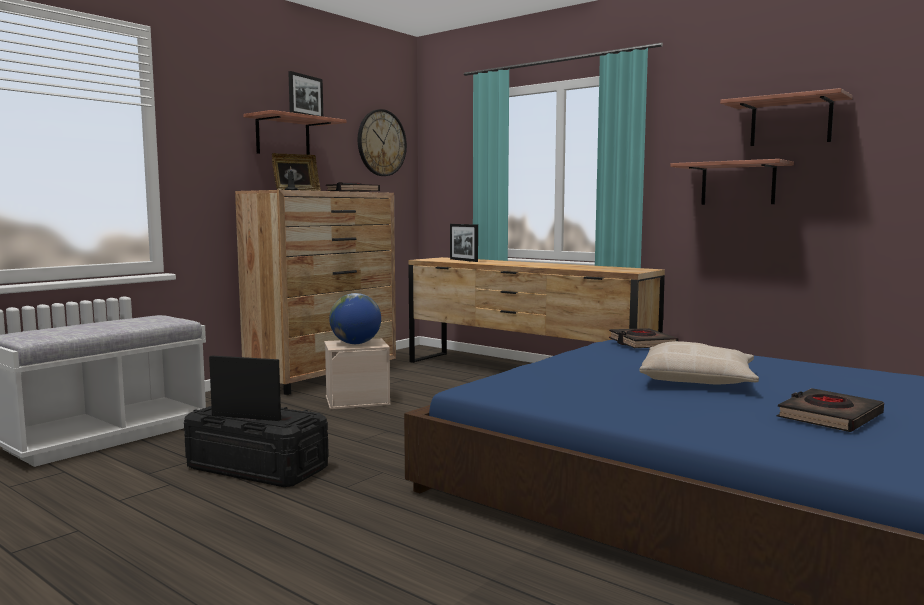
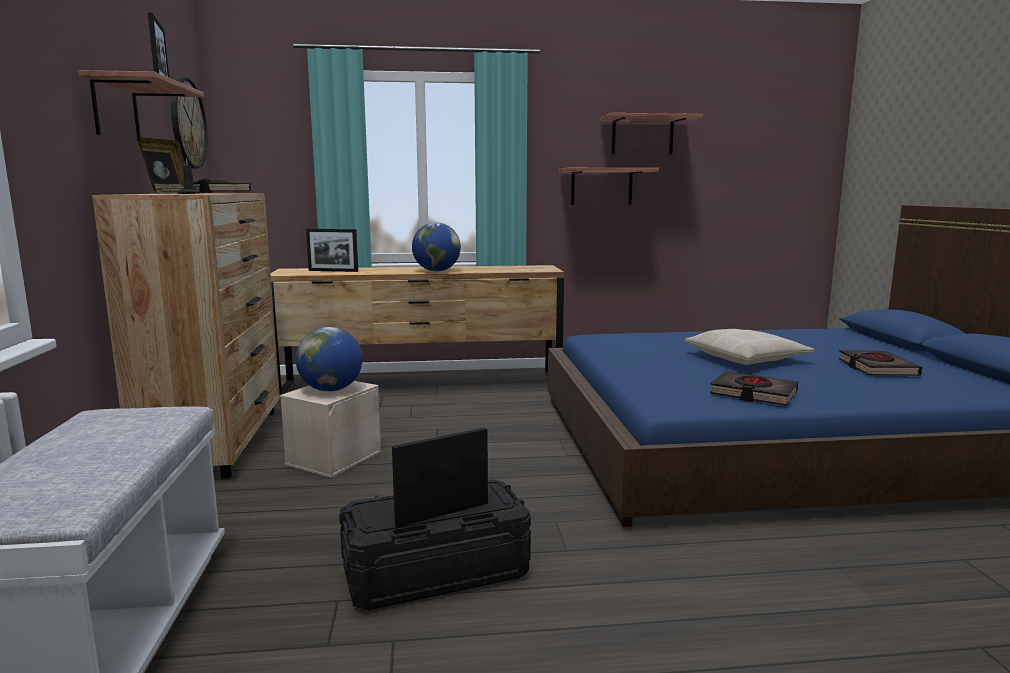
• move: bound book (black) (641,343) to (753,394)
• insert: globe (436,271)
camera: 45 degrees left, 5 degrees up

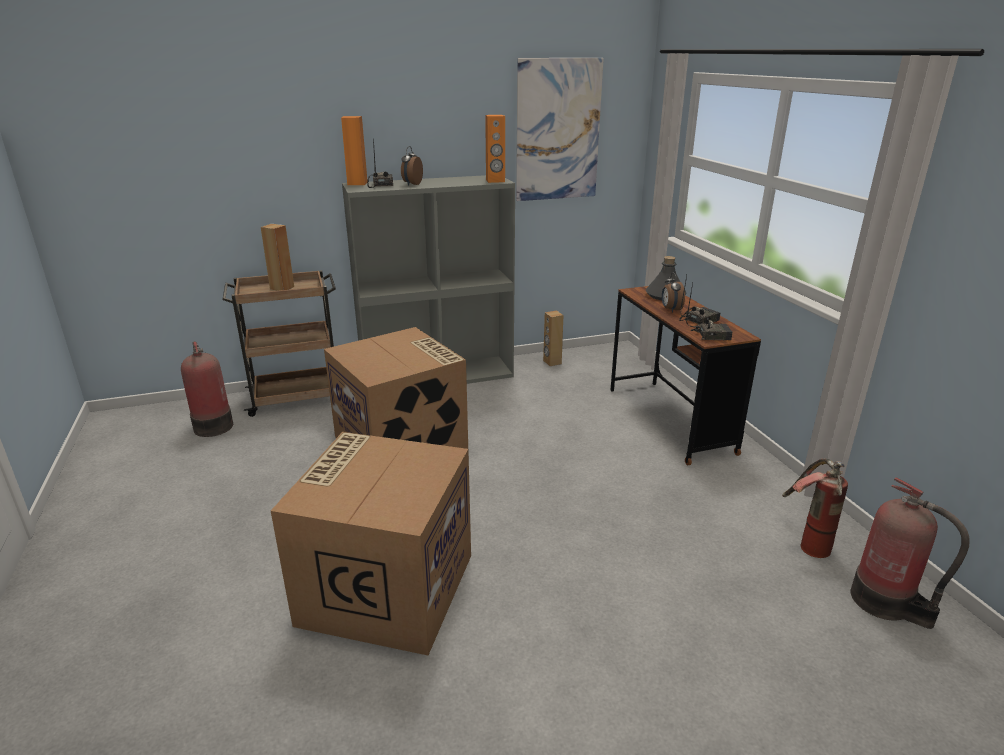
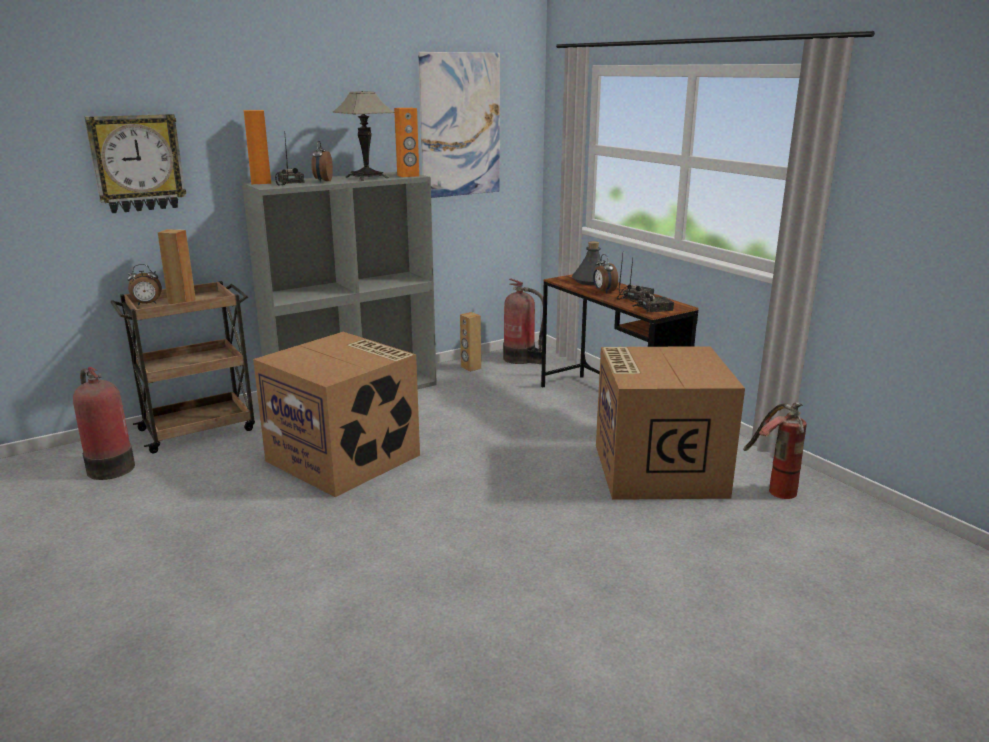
• move: carton (386,587) to (656,469)
• move: extinguisher (885,602) to (521,359)
• insert: tabletop lamp (367,177)
• insert: wall clock (137,163)
• insert: bedside clock (147,304)
camera: 15 degrees left, 5 degrees down

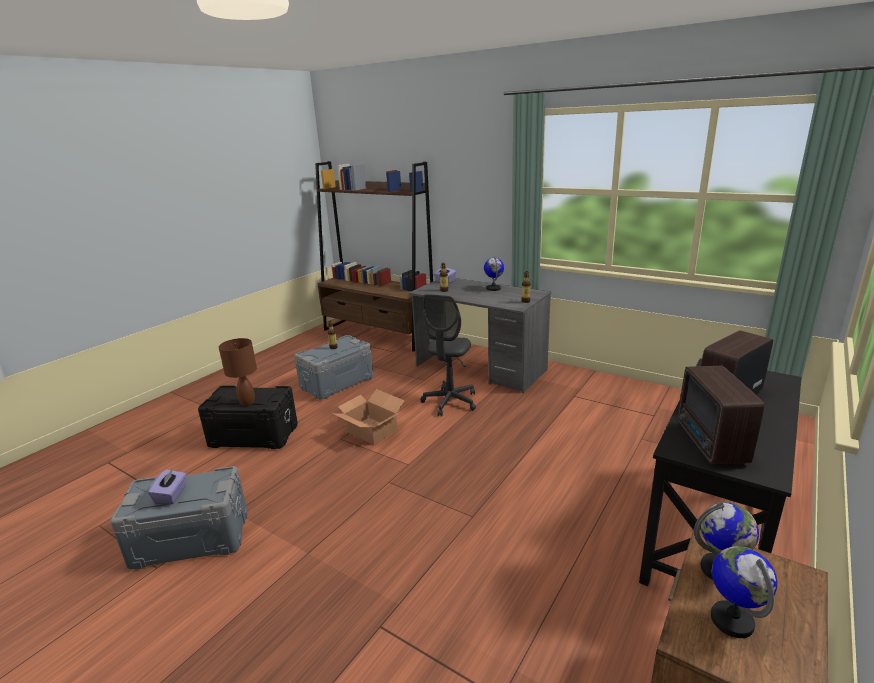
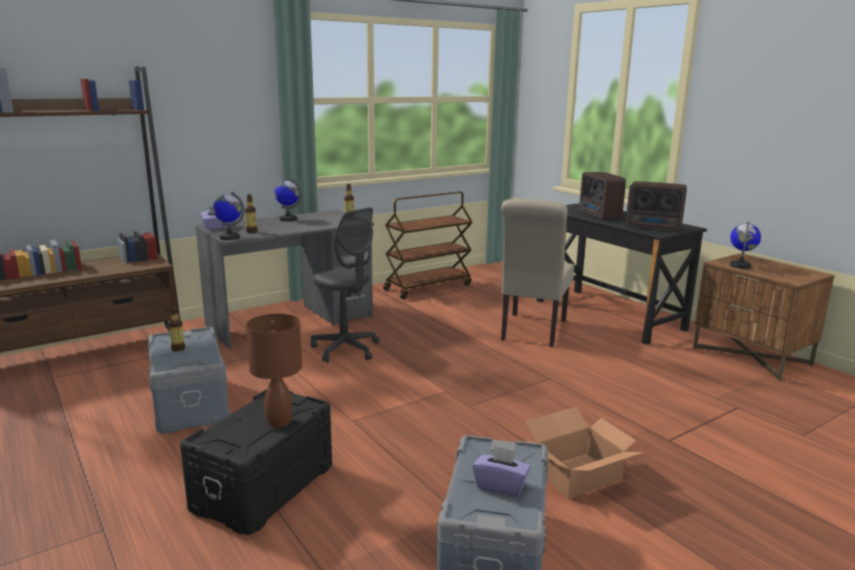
• move: carton (371,430) to (576,475)
• move: globe (732,620) to (229,237)
• insert: trolley (brown) (428,287)
• insert: plain chair (beige-coloured) (532,332)
camera: 70 degrees left, 5 degrees down

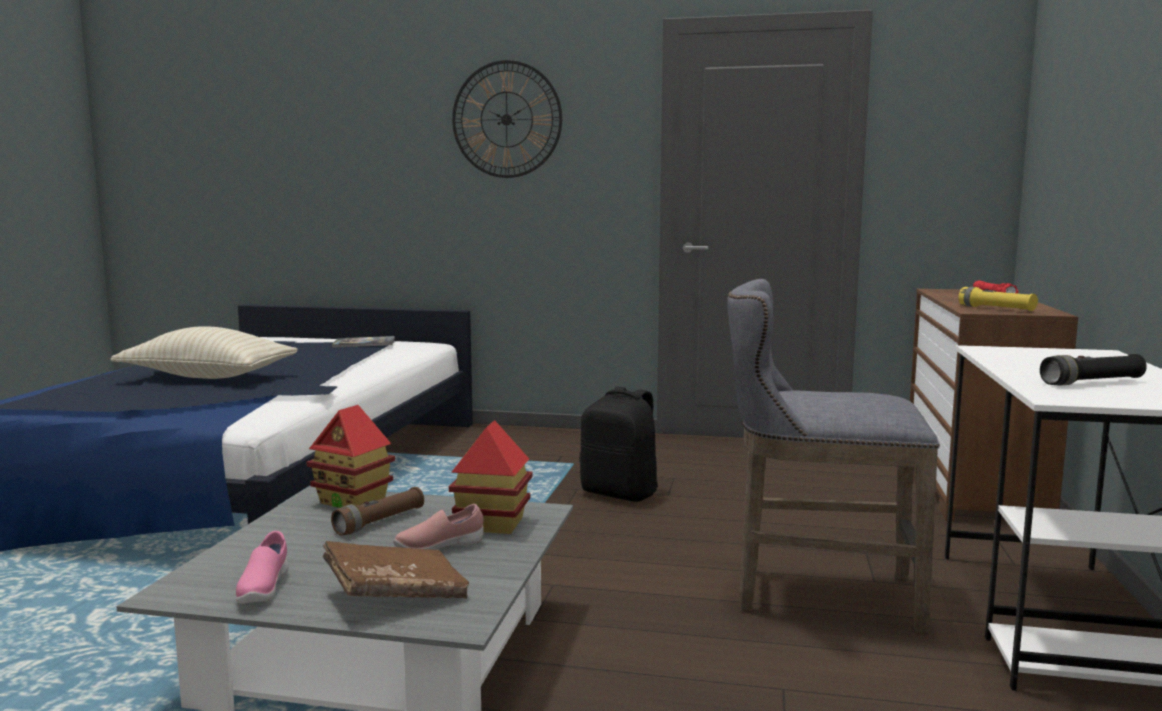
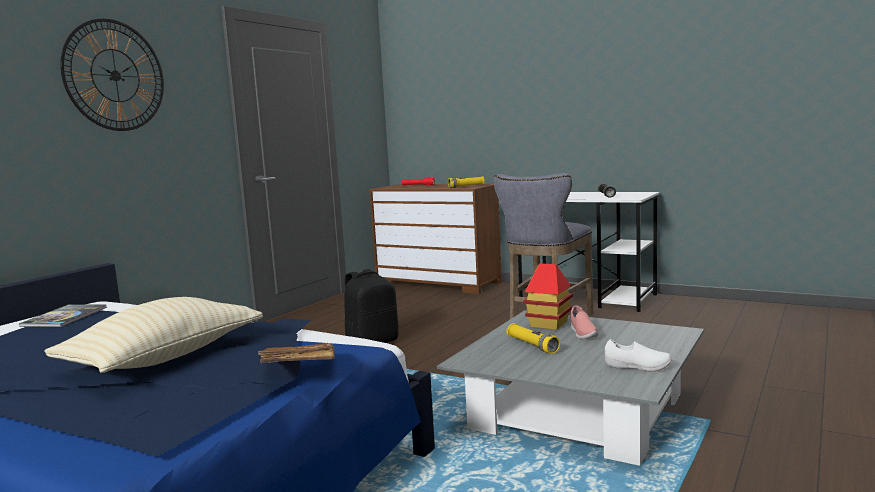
• delete: toy house (353,501)
• recolor: hand torch (brown) (380,522) to hand torch (yellowish) (532,346)
• recolor: shoe (pink-coloured) (263,589) to shoe (white) (637,367)
• move: bound book (brown) (396,593) to (299,370)
camera: 70 degrees left, 0 degrees up

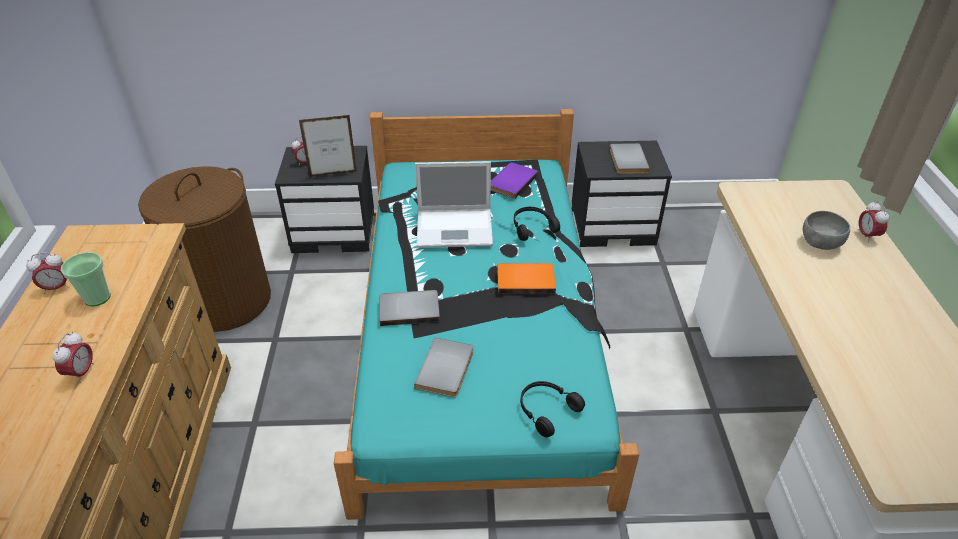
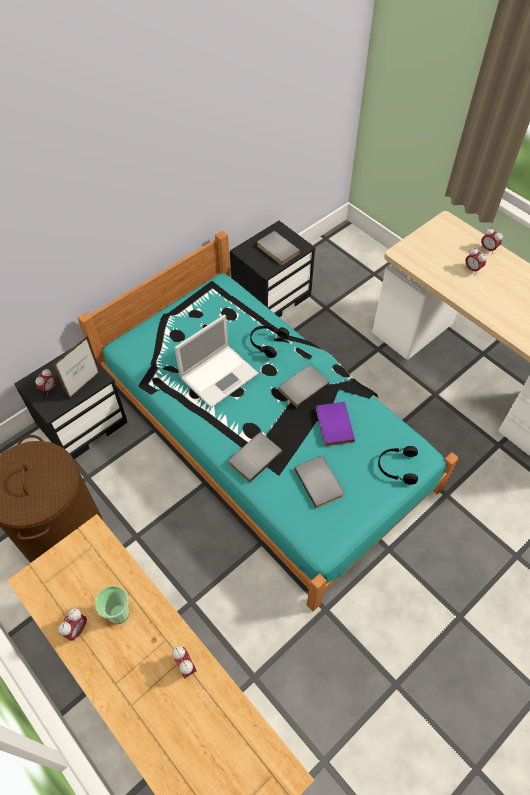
• move: bound book (purplish) (511,181) to (333,425)
• replace: bowl (grey) (820,243) to bedside clock (472,269)
• recolor: bound book (orange) (525,279) to bound book (grey) (302,386)
camera: 40 degrees left, 15 degrees up

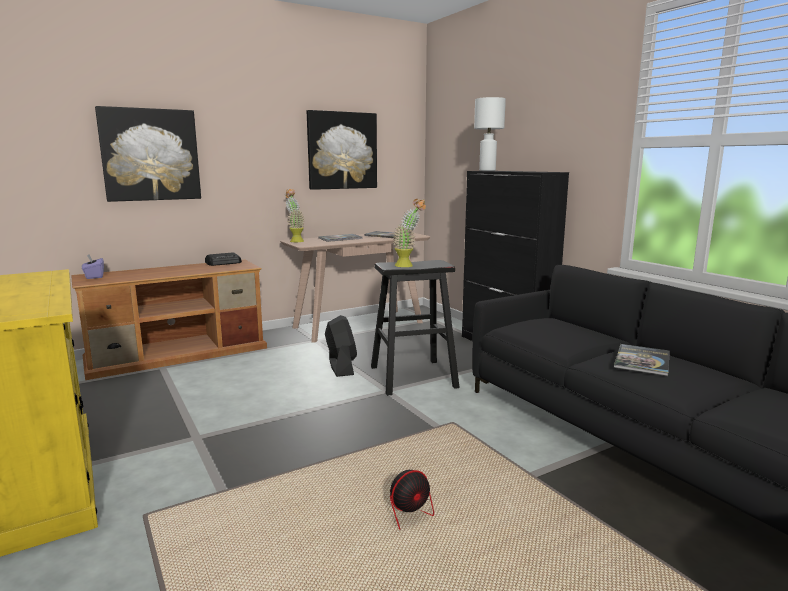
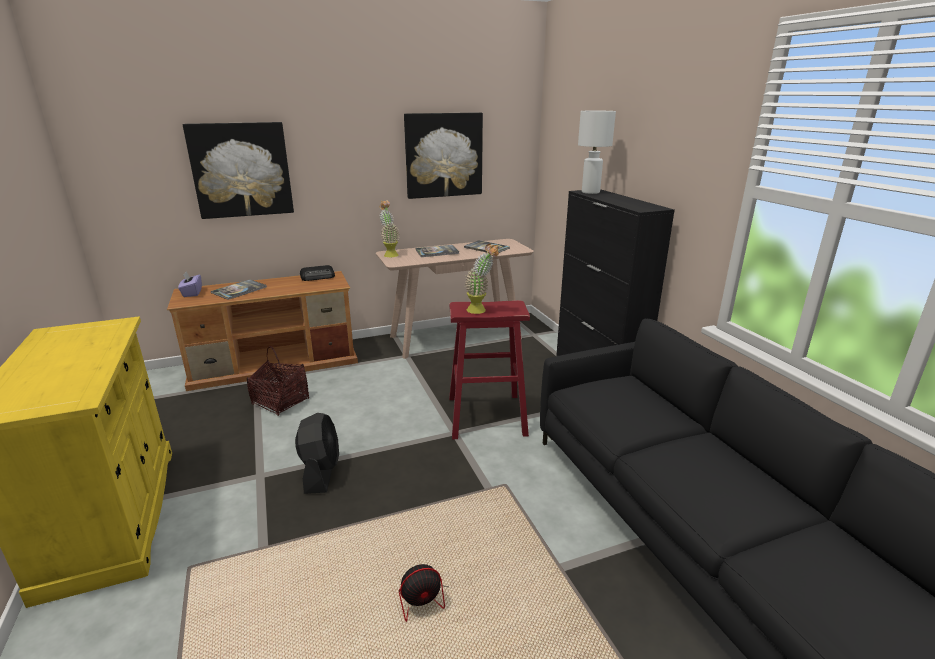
• recolor: sitting stool (black) (412,377) to sitting stool (red) (486,416)
• move: fan (black) (341,366) to (321,472)
• move: bound book (642,360) to (239,290)
• insert: storage basket (280,402)
camera: 10 degrees right, 10 degrees up

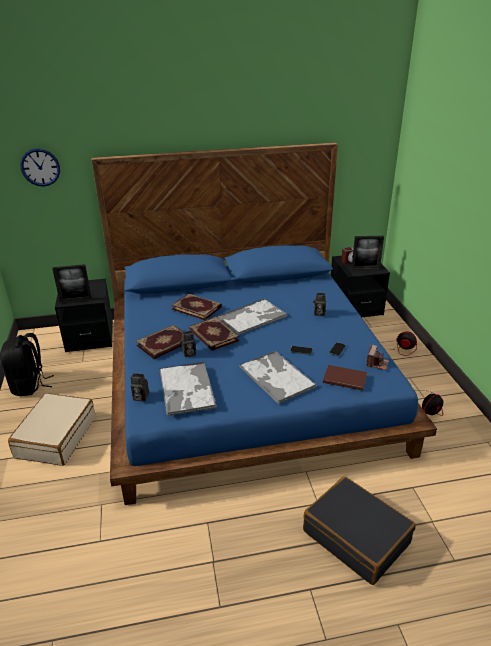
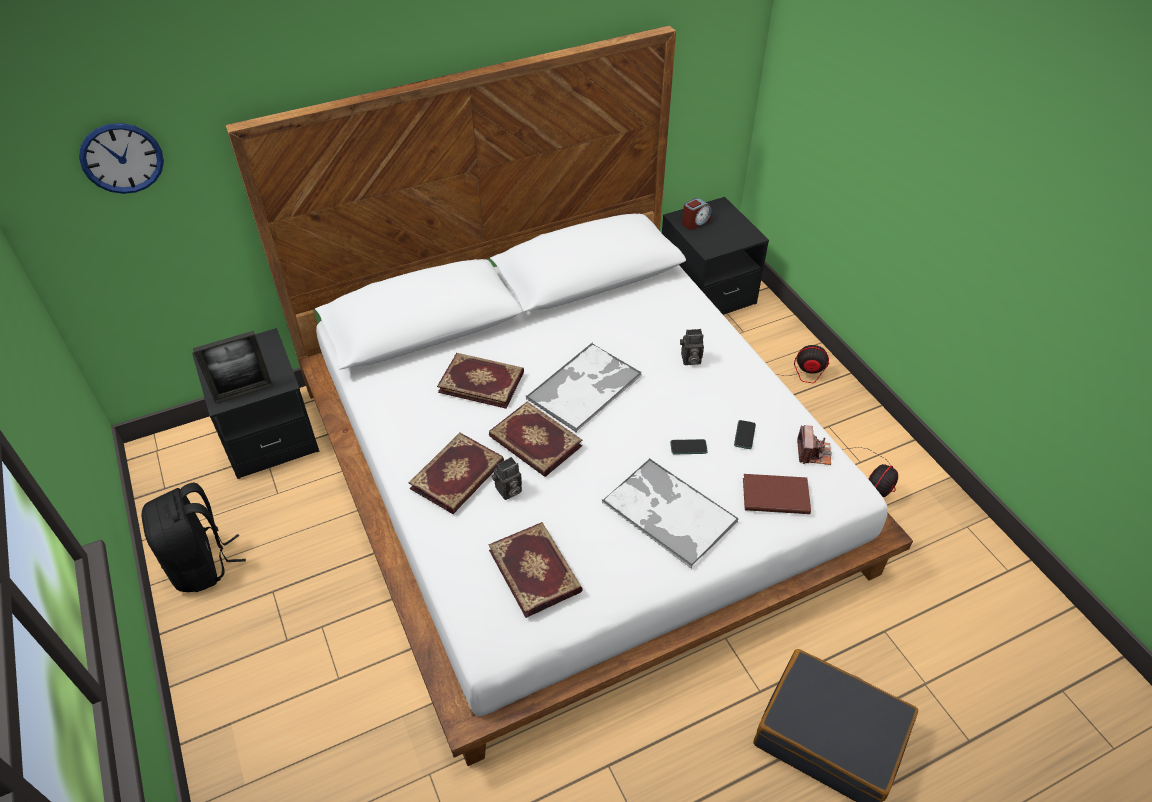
• recolor: sleeping bed (blue-coloured) (246,378) to sleeping bed (white) (575,475)
• delete: photo frame (365,268)
• replace: tray (187,389) to bound book (536,570)
• delete: still camera (140,397)
• delete: suitcase (beige-coloured) (56,437)
camera: 15 degrees left, 15 degrees up

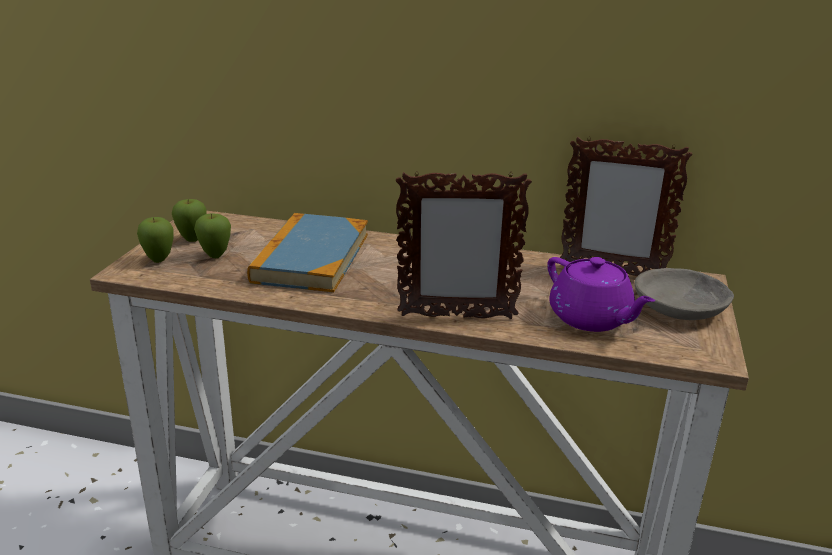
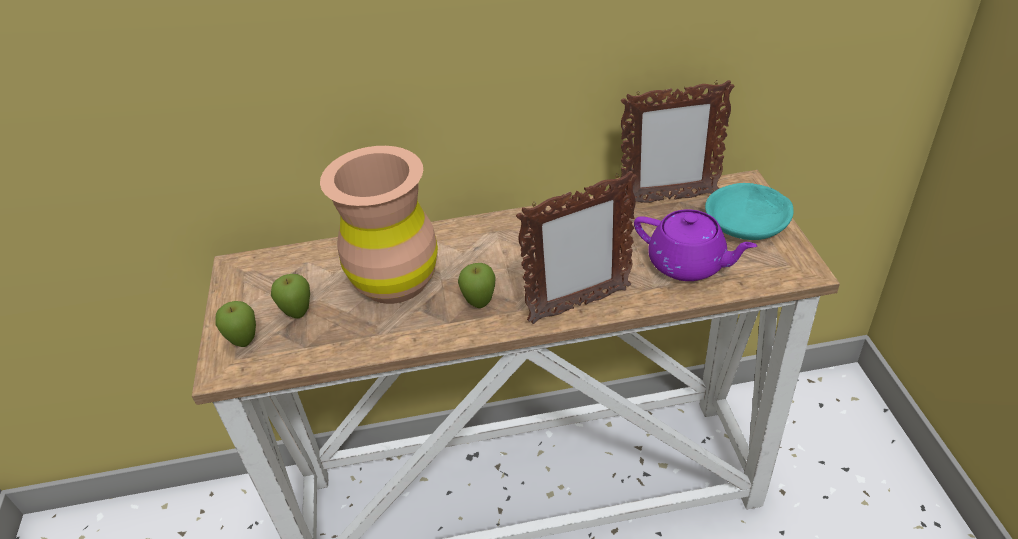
• move: whole apple (192,240) to (480,304)
• replace: bound book (311,257) to decorative vase (brown) (395,280)
• recolor: bowl (grey) (681,307) to bowl (turquoise-coloured) (748,222)
camera: 20 degrees left, 15 degrees up

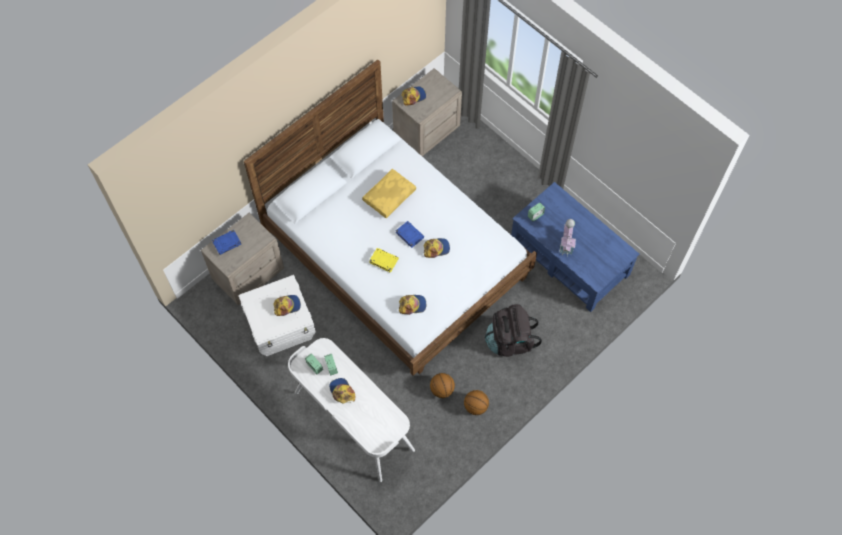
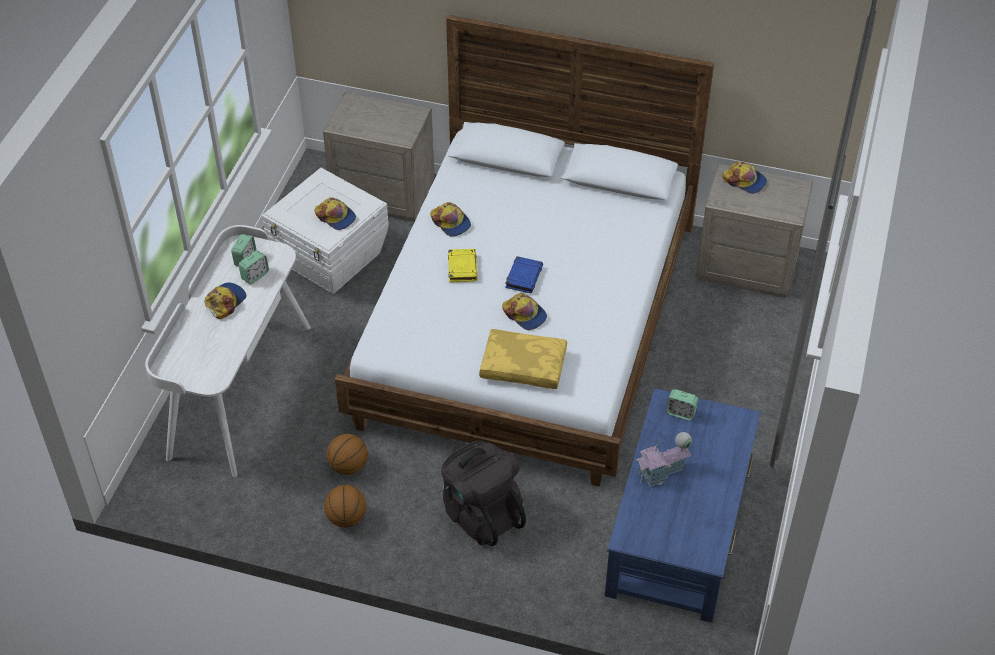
• move: pillow (yellowish) (389,196) to (524,365)
• delete: bound book (blue-coloured) (227,243)
• move: peaked cap (412,305) to (451,222)
camera: 60 degrees right, 15 degrees down

